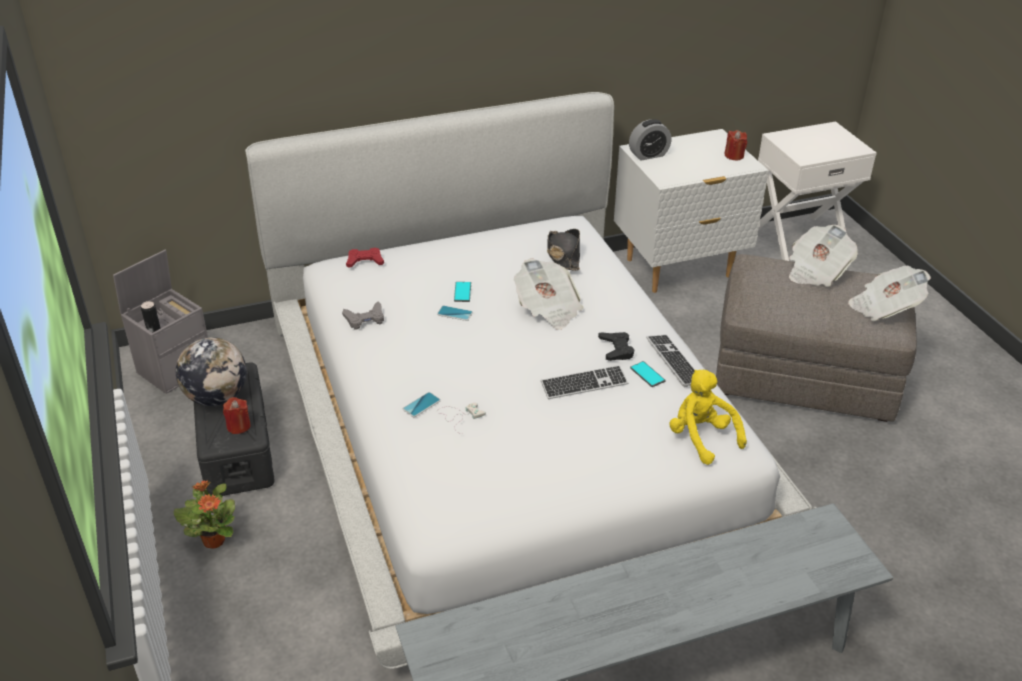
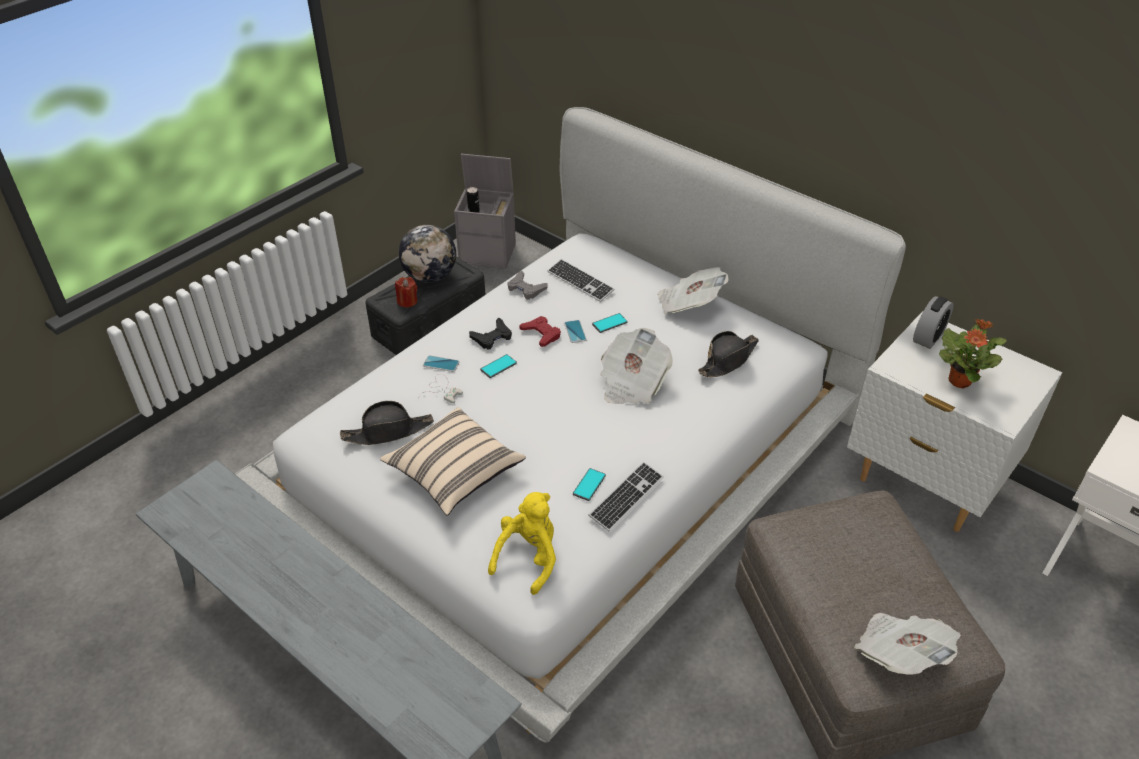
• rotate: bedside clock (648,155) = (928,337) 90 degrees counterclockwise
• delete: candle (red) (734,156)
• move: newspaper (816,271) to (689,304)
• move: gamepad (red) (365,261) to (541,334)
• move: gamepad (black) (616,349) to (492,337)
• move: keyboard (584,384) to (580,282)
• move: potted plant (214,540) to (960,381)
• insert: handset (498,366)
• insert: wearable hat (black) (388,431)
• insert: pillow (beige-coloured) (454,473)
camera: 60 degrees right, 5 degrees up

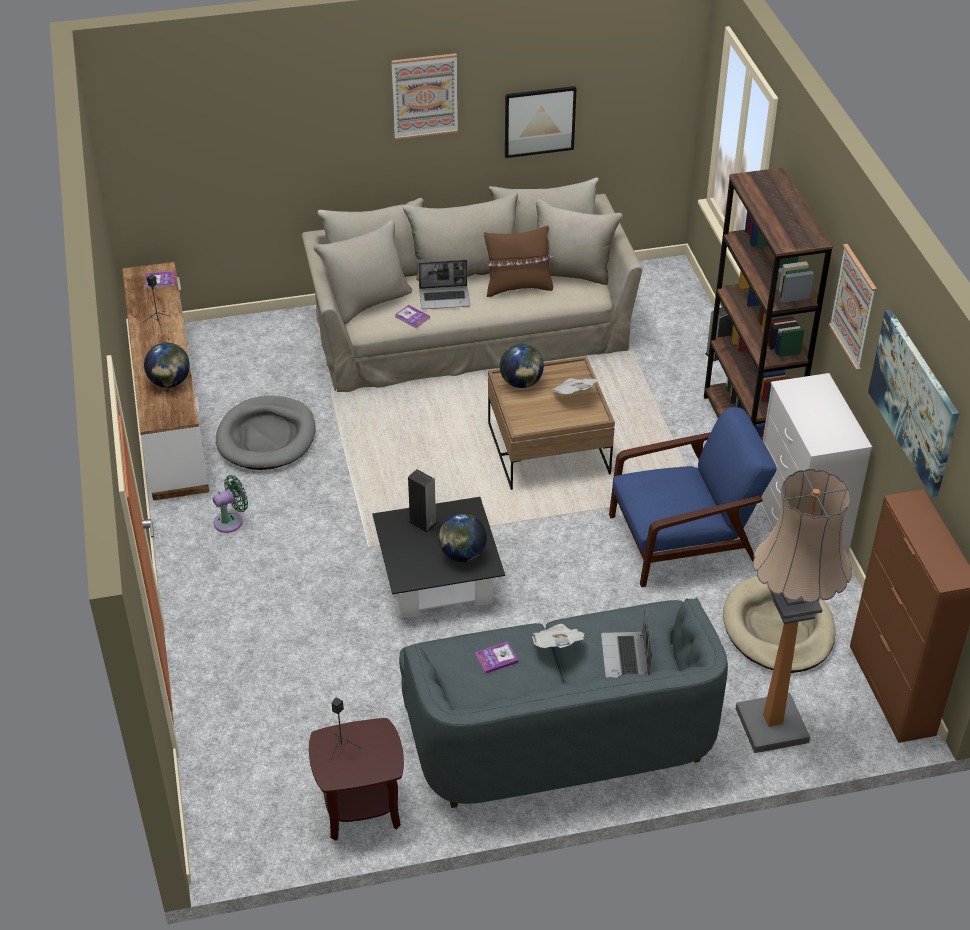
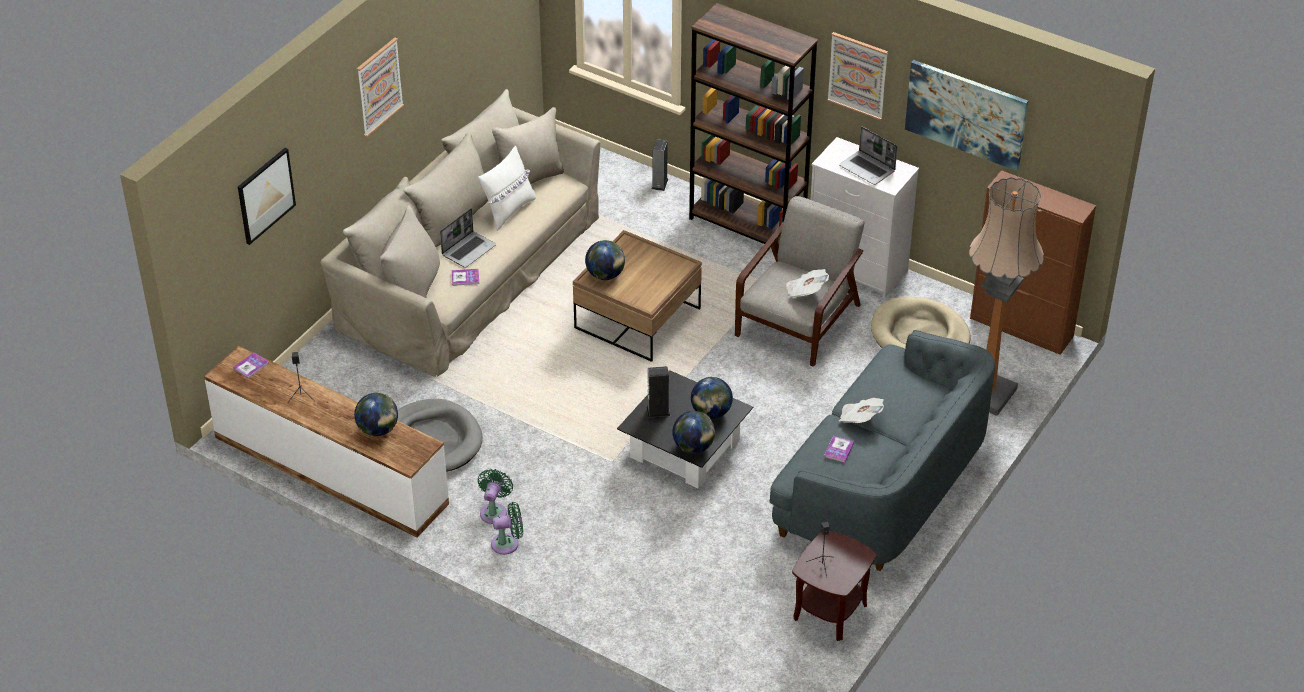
• move: wall art (539,121) to (265,195)
• recolor: pillow (brown) (518,287) to pillow (white) (508,210)
• move: newspaper (574,394) to (805,292)
• recolor: lounge chair (blue-coloured) (685,539) to lounge chair (grey) (799,319)
• move: laptop (626,658) to (868,169)
• insert: globe (693,447)
• insert: fan (greenish) (508,543)
camera: 45 degrees left, 0 degrees up

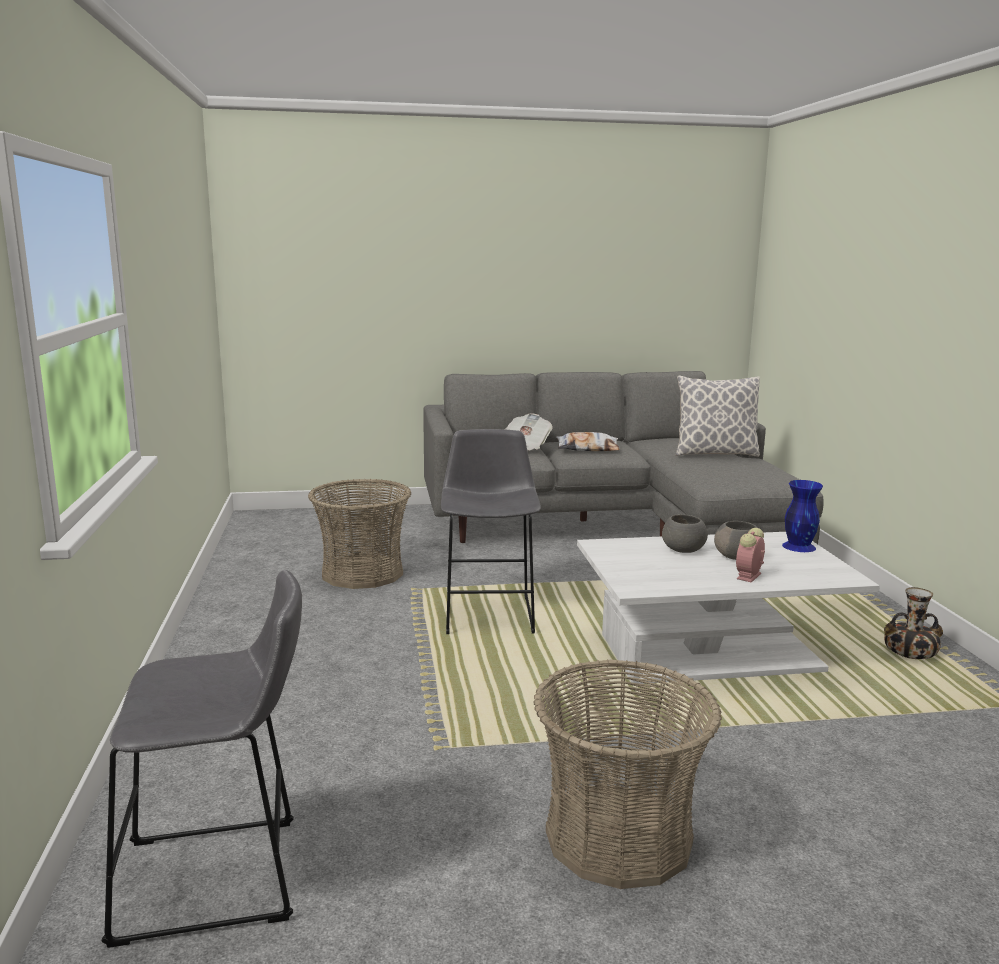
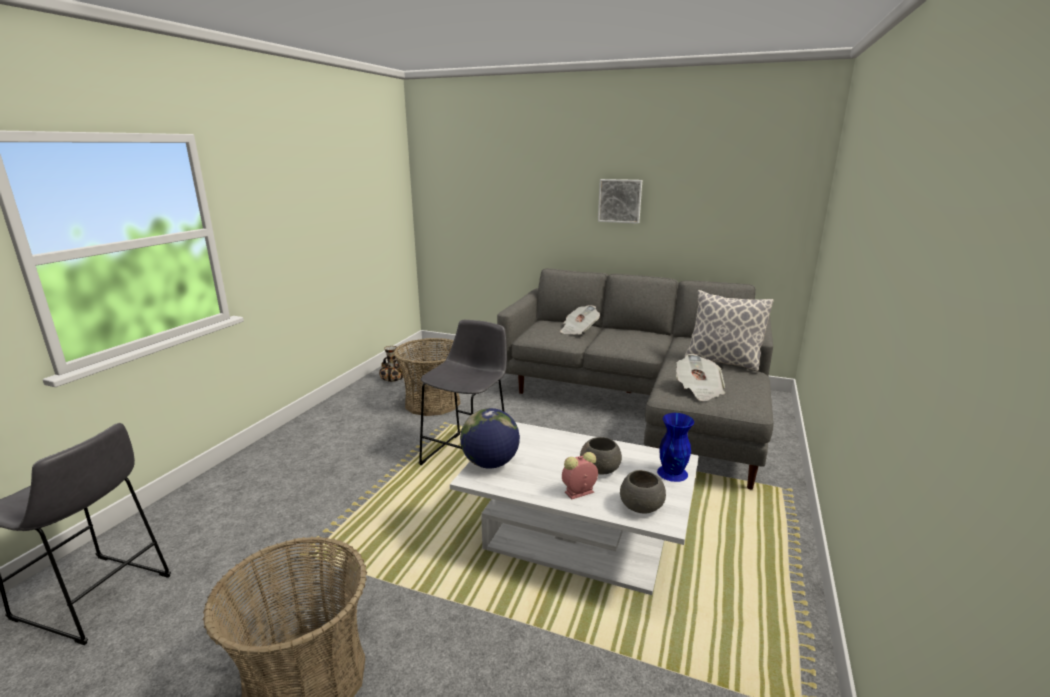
• delete: pillow (587,448)
• move: bowl (grey) (683,550) to (640,507)
• move: decorative vase (909,653) to (392,378)
• insert: wall art (620,201)
• insert: newspaper (699,390)
• insert: globe (490,463)
camera: 30 degrees right, 5 degrees up

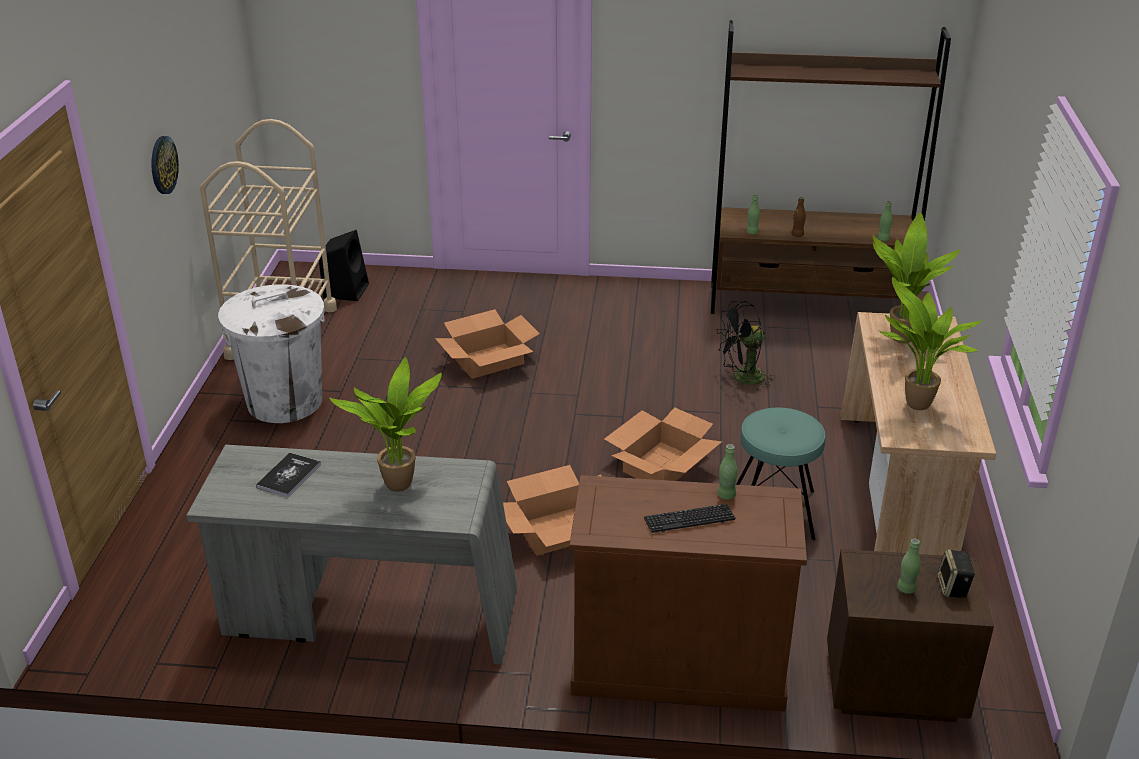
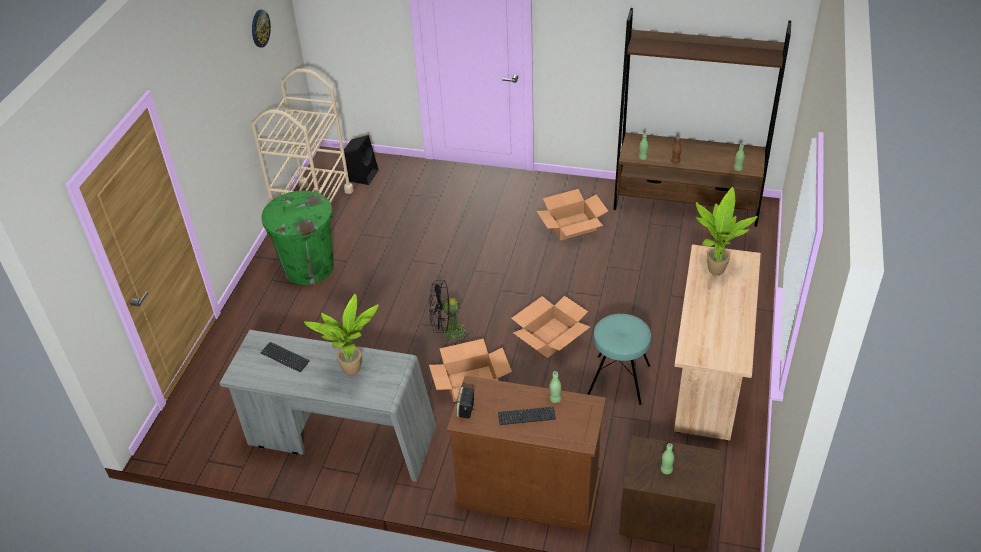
• move: wall clock (163,165) to (260,28)
• delete: potted plant (914,406)
• recolor: waste bin (white) (284,402) to waste bin (greenish) (308,267)
• move: fan (black) (742,379) to (448,333)
• move: carton (488,360) to (572,226)
• replace: bound book (289,476) to keyboard (285,358)
• move: speaker (953,588) to (466,410)
camera: 10 degrees right, 10 degrees up

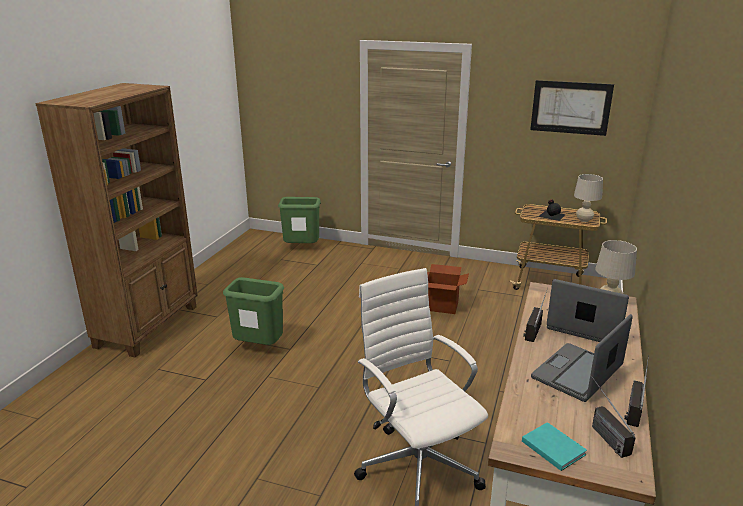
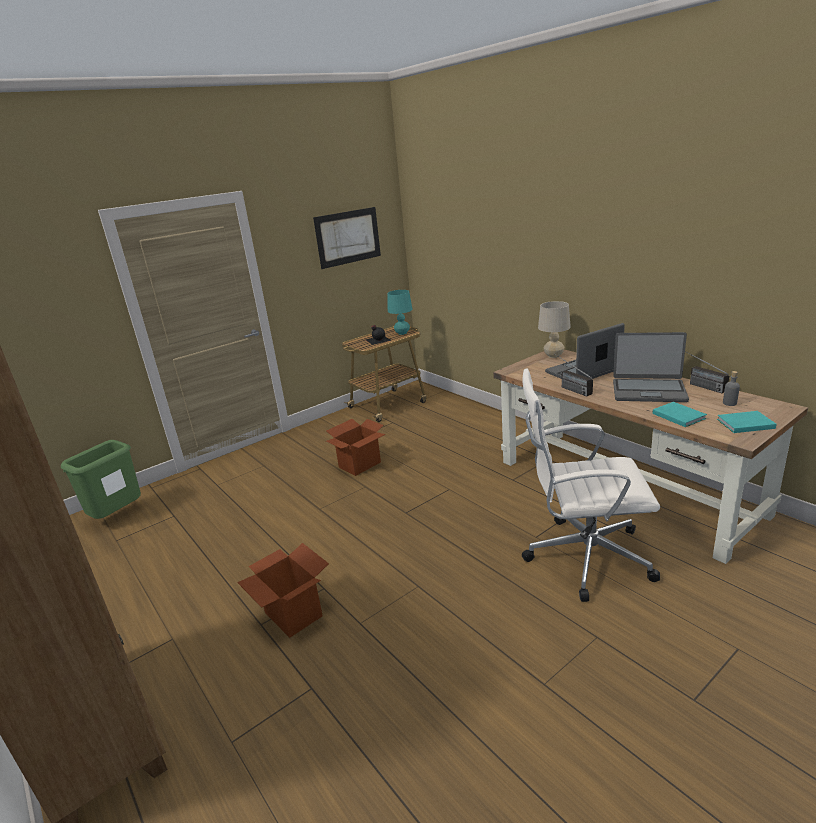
• recolor: tabletop lamp (beige-coloured) (584,220) to tabletop lamp (turquoise-coloured) (402,333)
• replace: waste bin (greenish) (259,347) to carton (293,614)
• rotate: laptop (577,374) = (648,391) 60 degrees counterclockwise
• replace: radio set (601,432) to drink bottle (grey) (729,403)
• insert: bound book (turquoise-coloured) (678,415)
camera: 55 degrees left, 0 degrees up

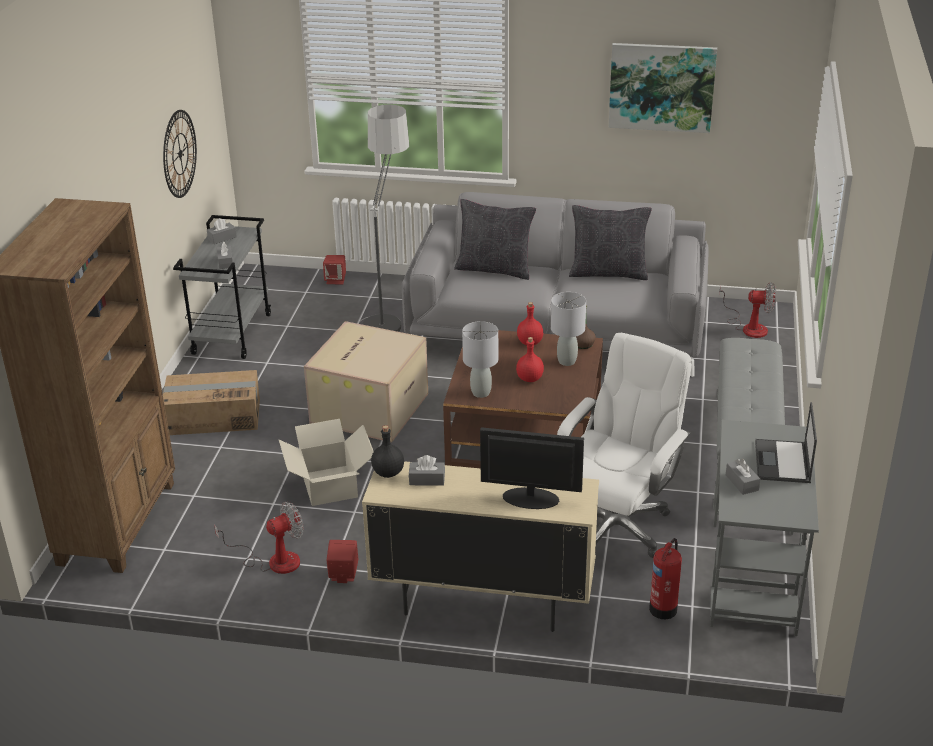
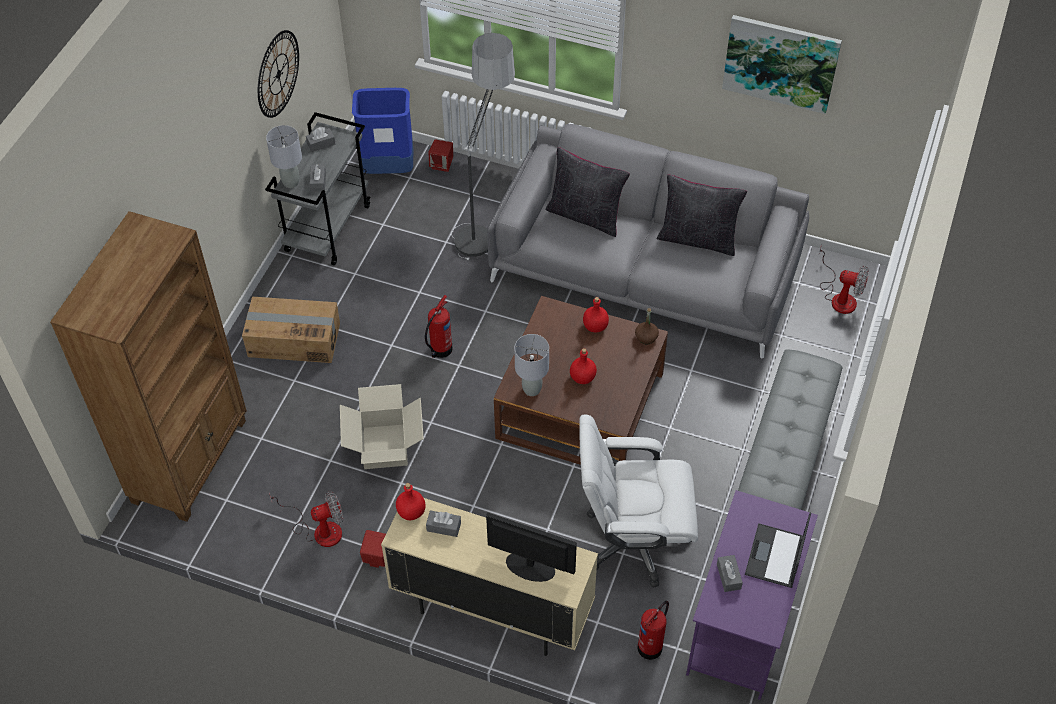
• move: tabletop lamp (grey) (567,361) to (291,182)
• replace: carton (369,407) to extinguisher (440,350)
• rotate: office chair (white) (614,526) = (633,541) 135 degrees counterclockwise
• recolor: desk table (grey) (753,578) to desk table (purplish) (742,626)
• recolor: drink bottle (black) (388,472) to drink bottle (red) (411,511)
• insert: waste bin (blue-coloured) (388,168)
camera: 10 degrees right, 20 degrees up

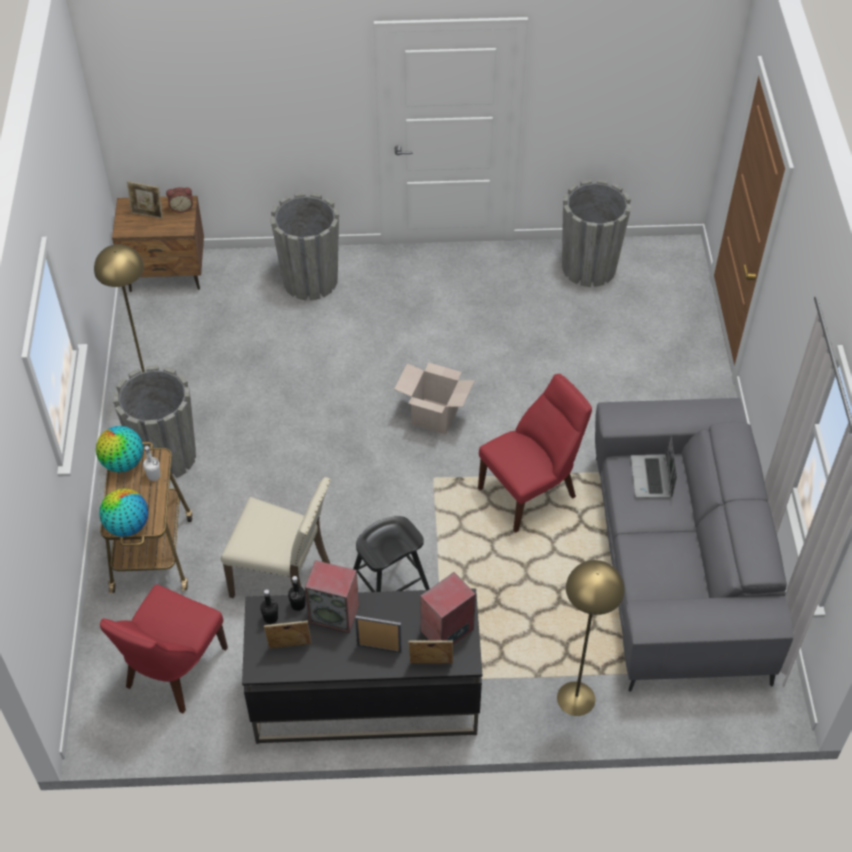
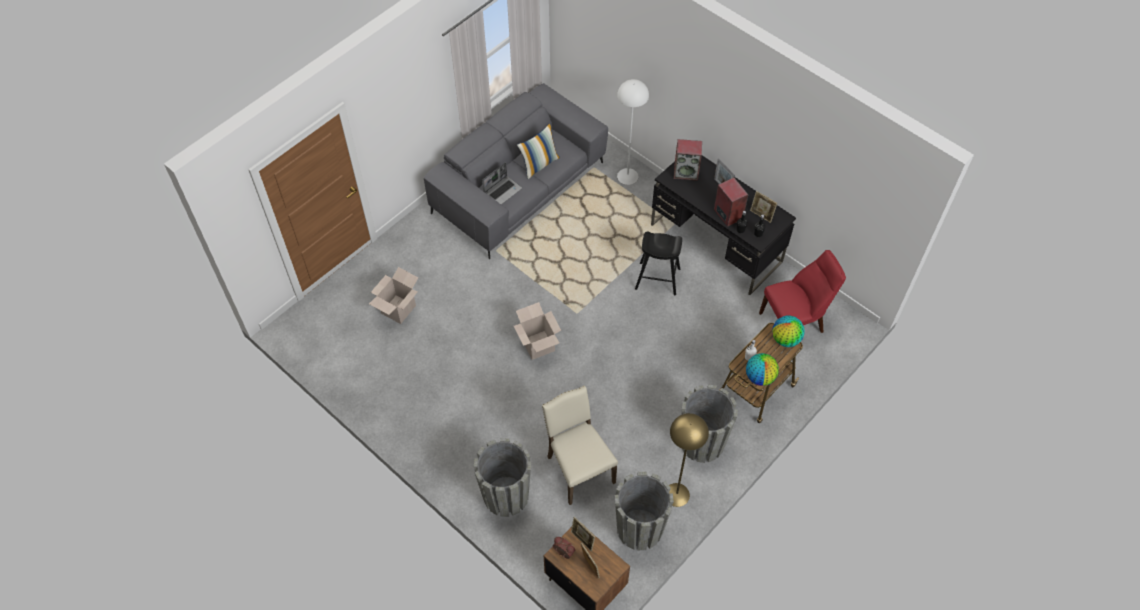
• move: plant pot (grey) (589,267) to (639,528)
• delete: plain chair (red) (531,491)
• move: plain chair (beige-coloured) (283,578) to (578,469)
• recolor: floor lamp (yellowish) (575,698) to floor lamp (white) (627,176)
• move: photo frame (430,664) to (582,540)
• insert: pillow (539,164)
• insert: carton (398,309)
camera: 135 degrees left, 5 degrees up

